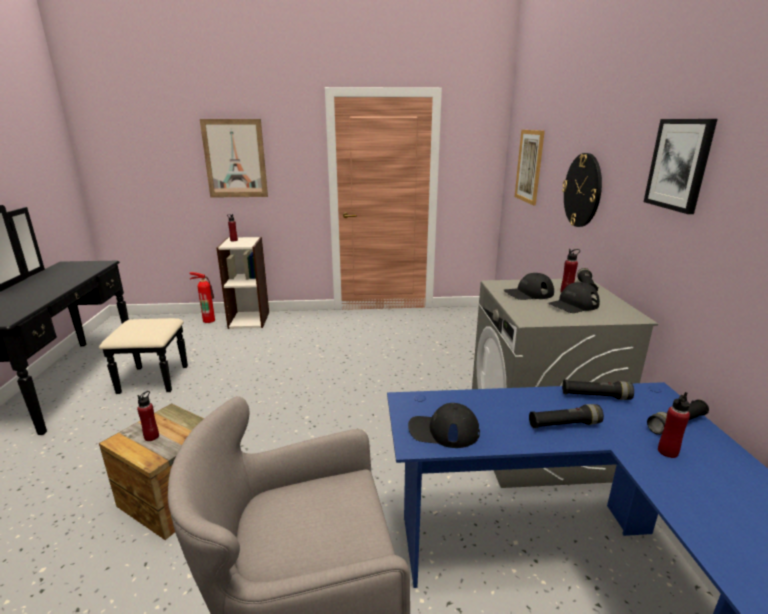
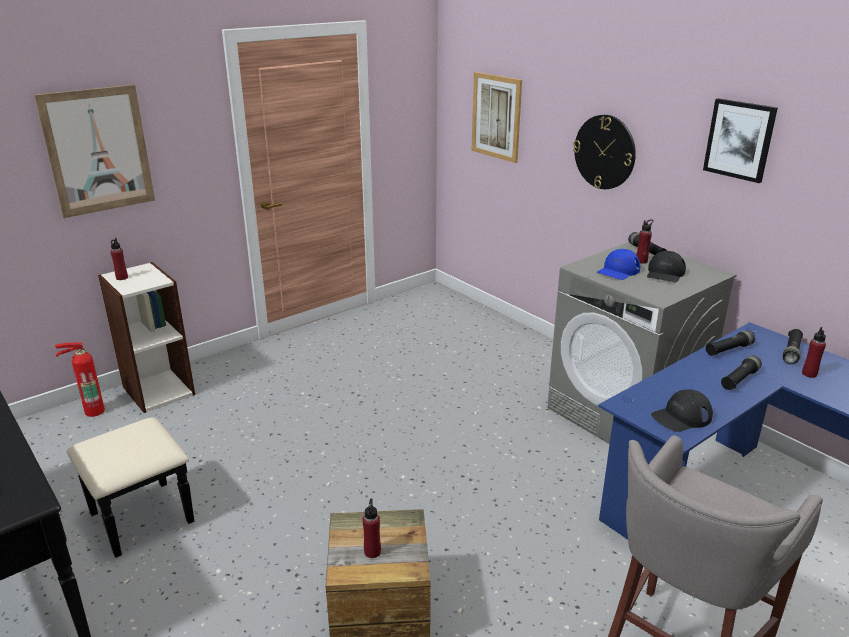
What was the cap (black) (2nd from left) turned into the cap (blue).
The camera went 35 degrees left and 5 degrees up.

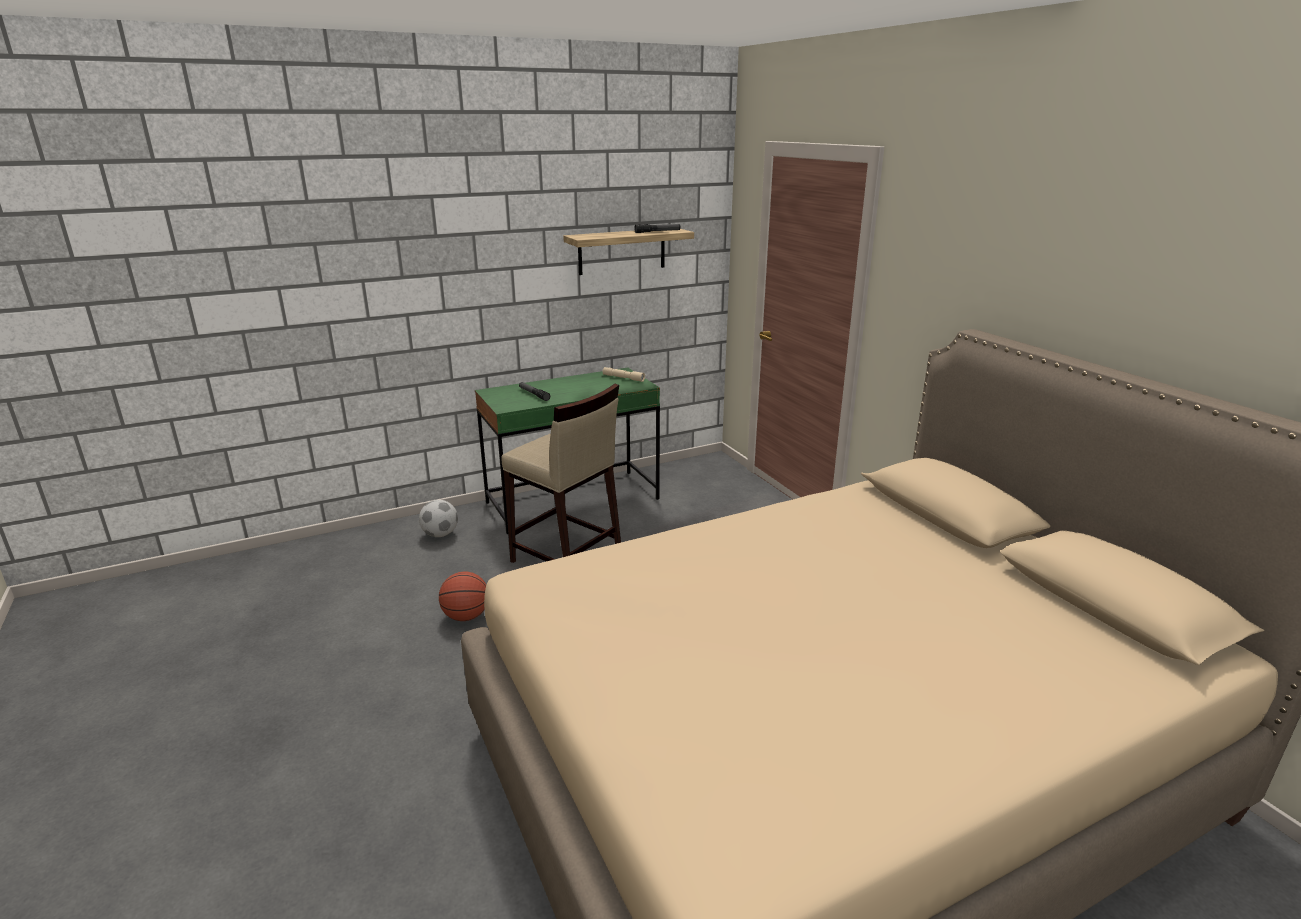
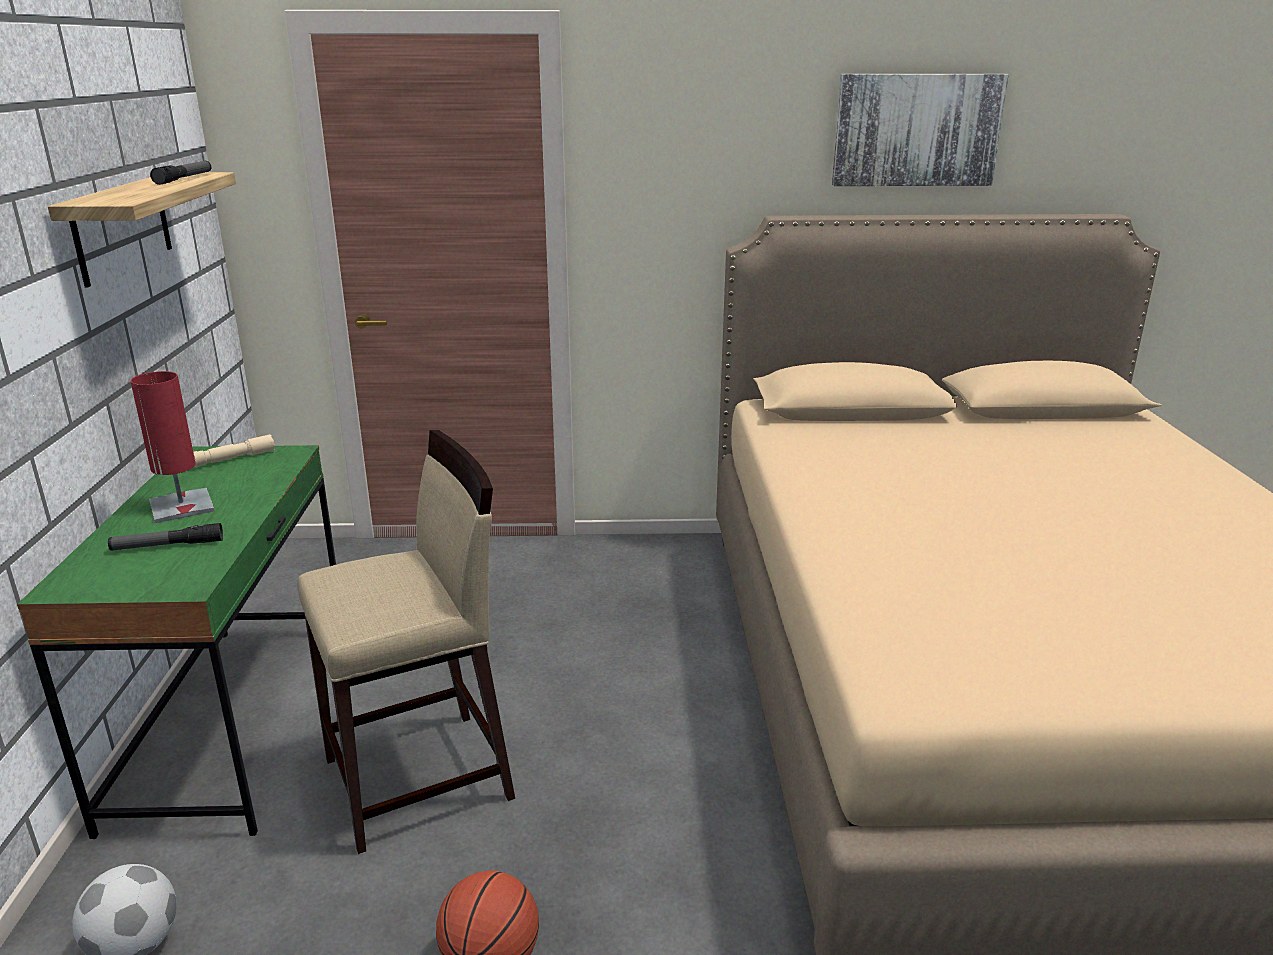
The second view gained the table lamp (red).
The second view gained the picture.
The camera went 65 degrees left and 0 degrees up.

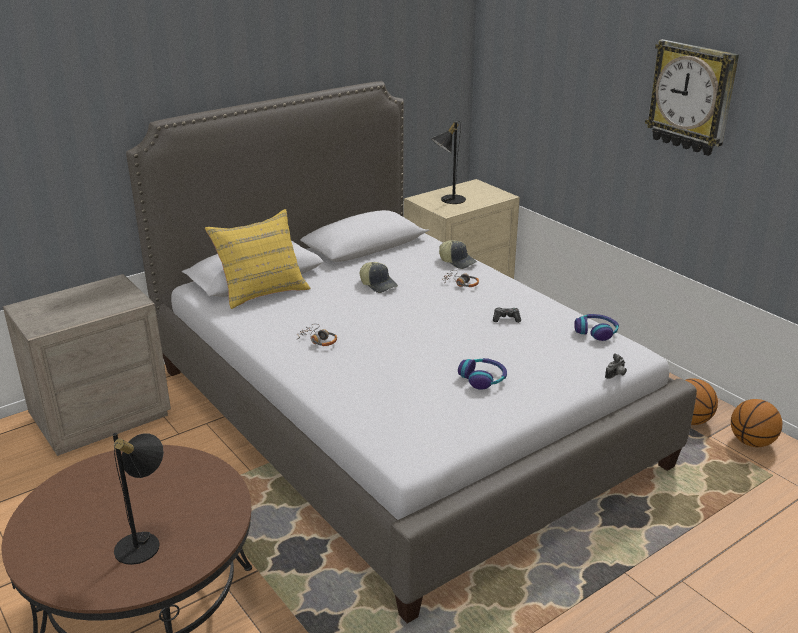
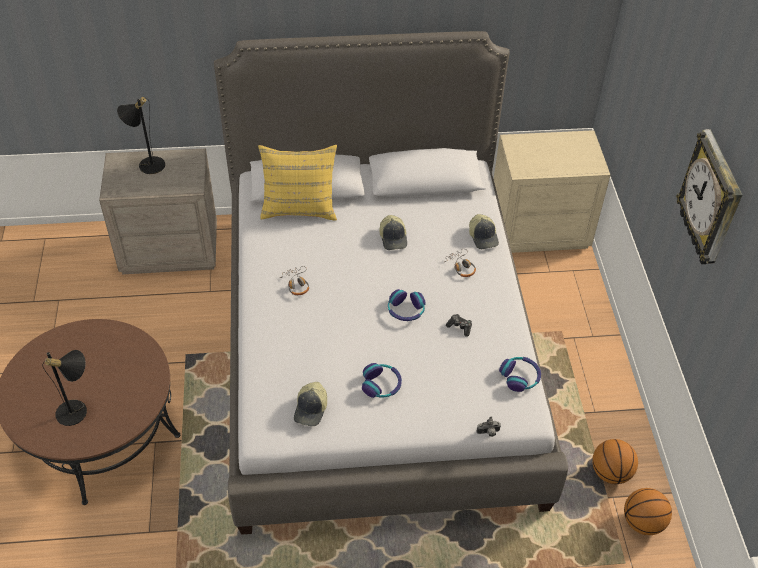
The table lamp (black) (2nd from left) ended up elsewhere.
The second view gained the cap (1st from left).
The second view gained the headphones (3rd from left).
The camera went 30 degrees right and 20 degrees up.

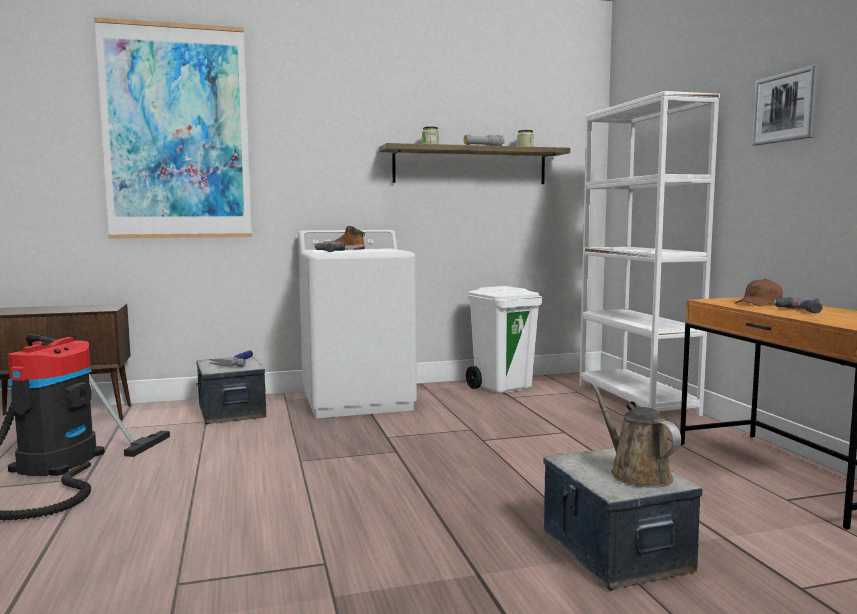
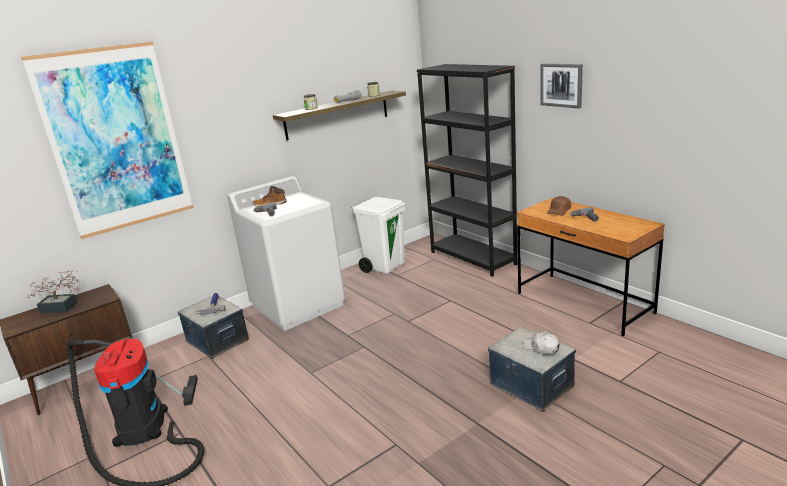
What was the bookcase (white) turned into the bookcase (black).
Where the watering can (brown) stood, the cap (white) came to stand.
The second view gained the potted plant.
The camera went 20 degrees left and 15 degrees up.

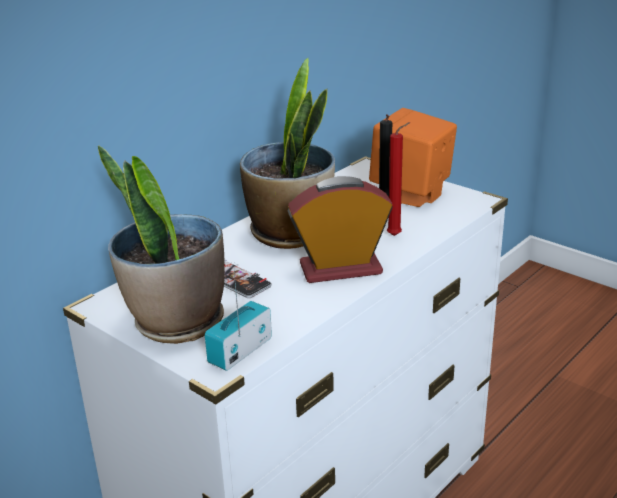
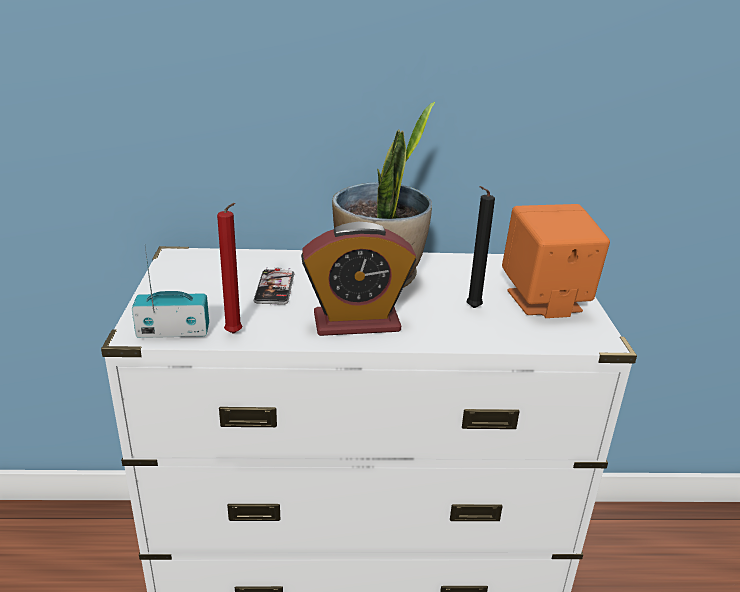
The second view lost the potted plant (1st from left).
The alarm clock ended up facing another way, 135 degrees clockwise from before.
The candle (red) ended up elsewhere.
The camera went 45 degrees right and 0 degrees up.

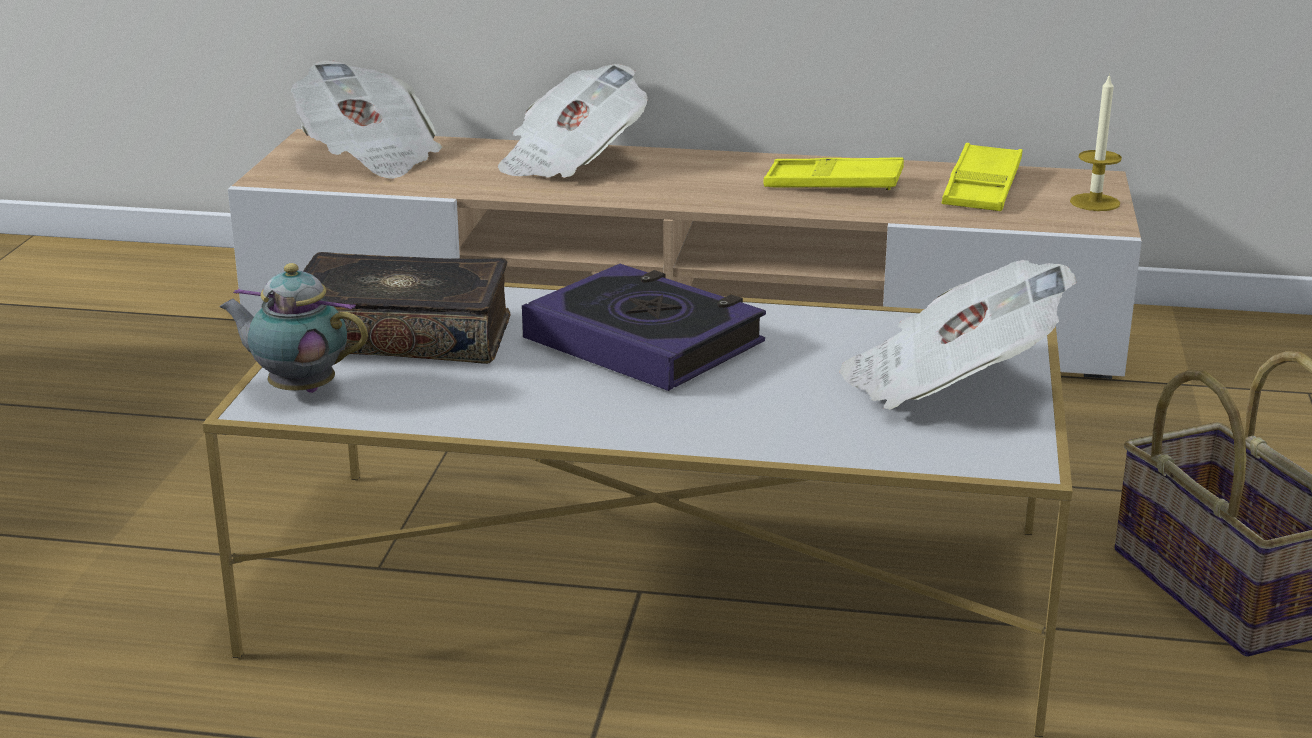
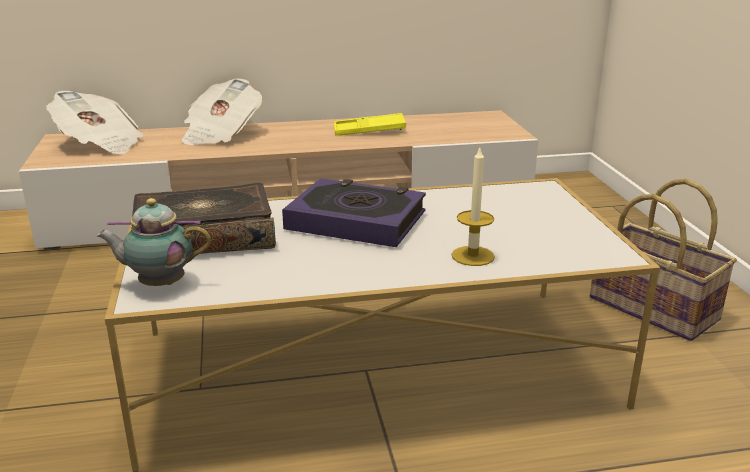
The second view lost the newspaper (3rd from left).
The second view lost the tray (yellow) (2nd from left).
The candle ended up elsewhere.
The camera went 20 degrees left and 0 degrees up.

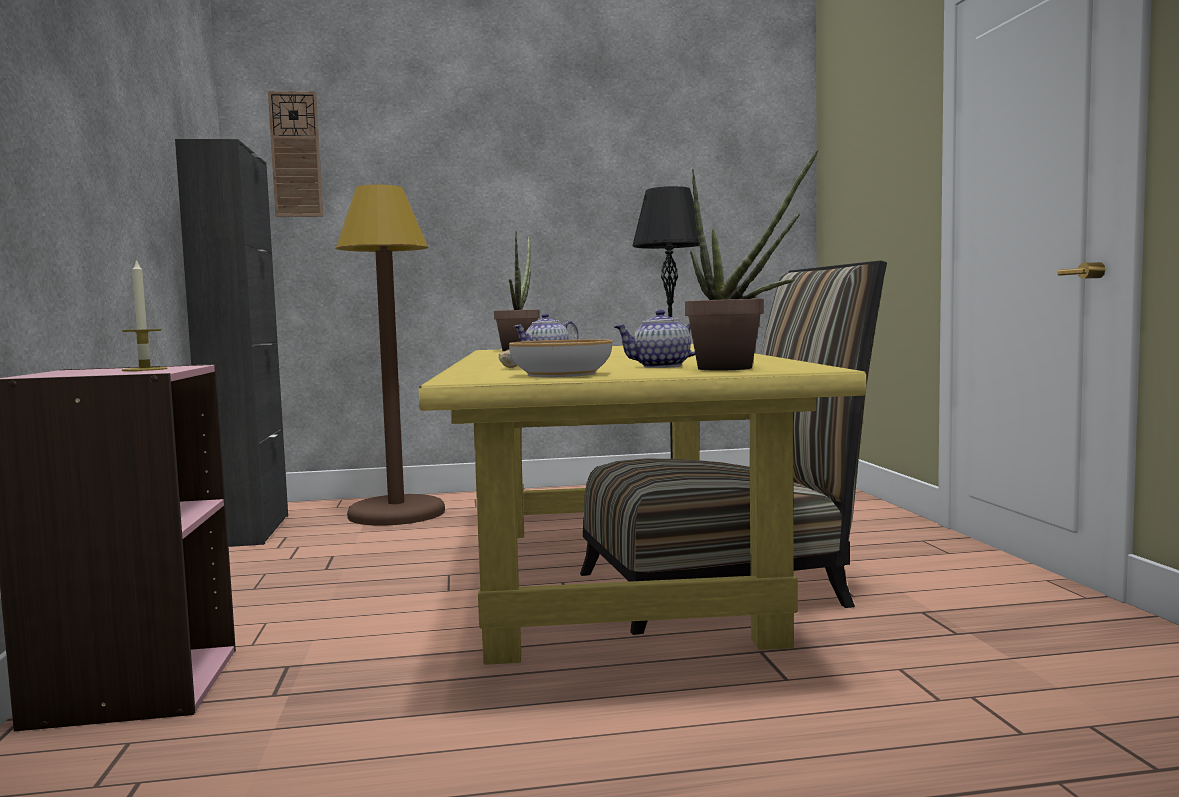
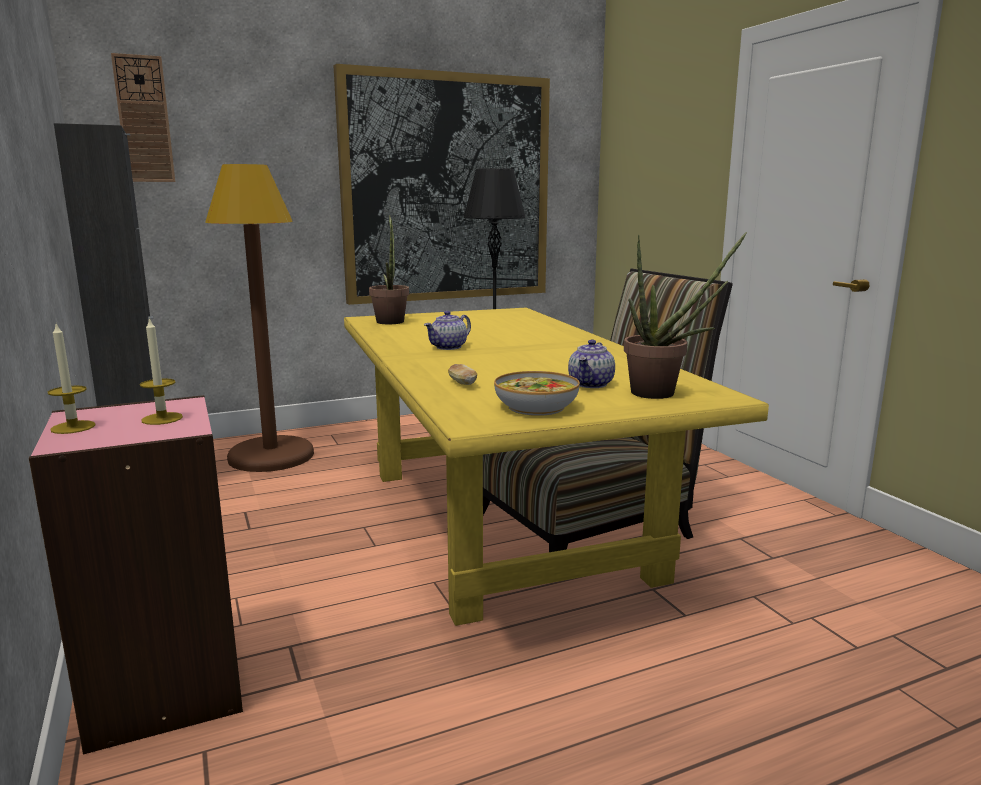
The teapot (2nd from left) ended up facing another way, 45 degrees counterclockwise from before.
The second view gained the candle (1st from left).
The second view gained the picture.
The camera went 15 degrees left and 10 degrees up.

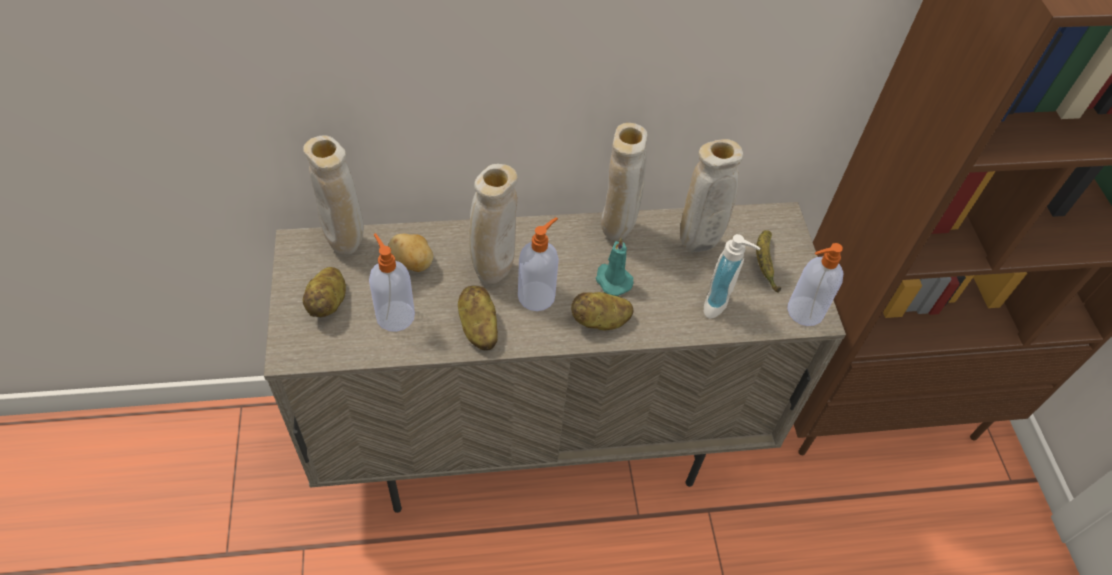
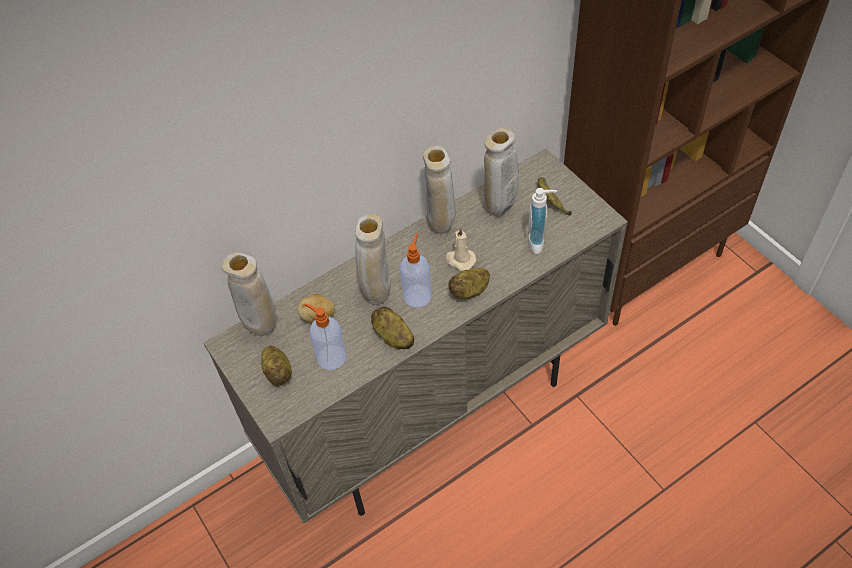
What was the candle (turquoise) turned into the candle (beige).
The second view lost the soap dispenser (4th from left).
The camera went 20 degrees left and 0 degrees up.

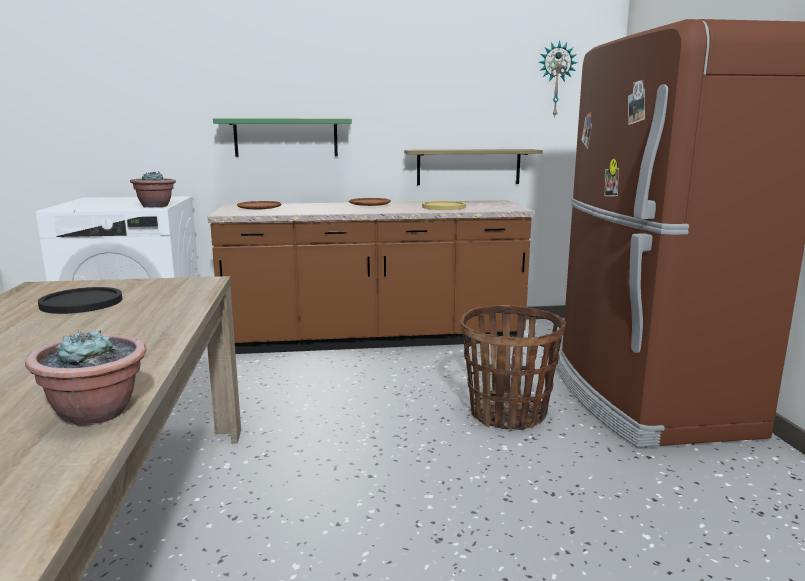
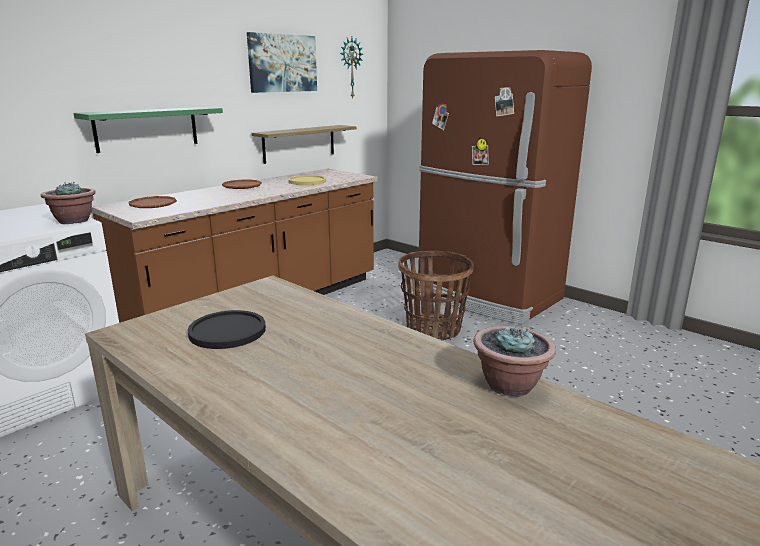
The second view gained the picture.
The camera went 40 degrees left and 5 degrees up.

